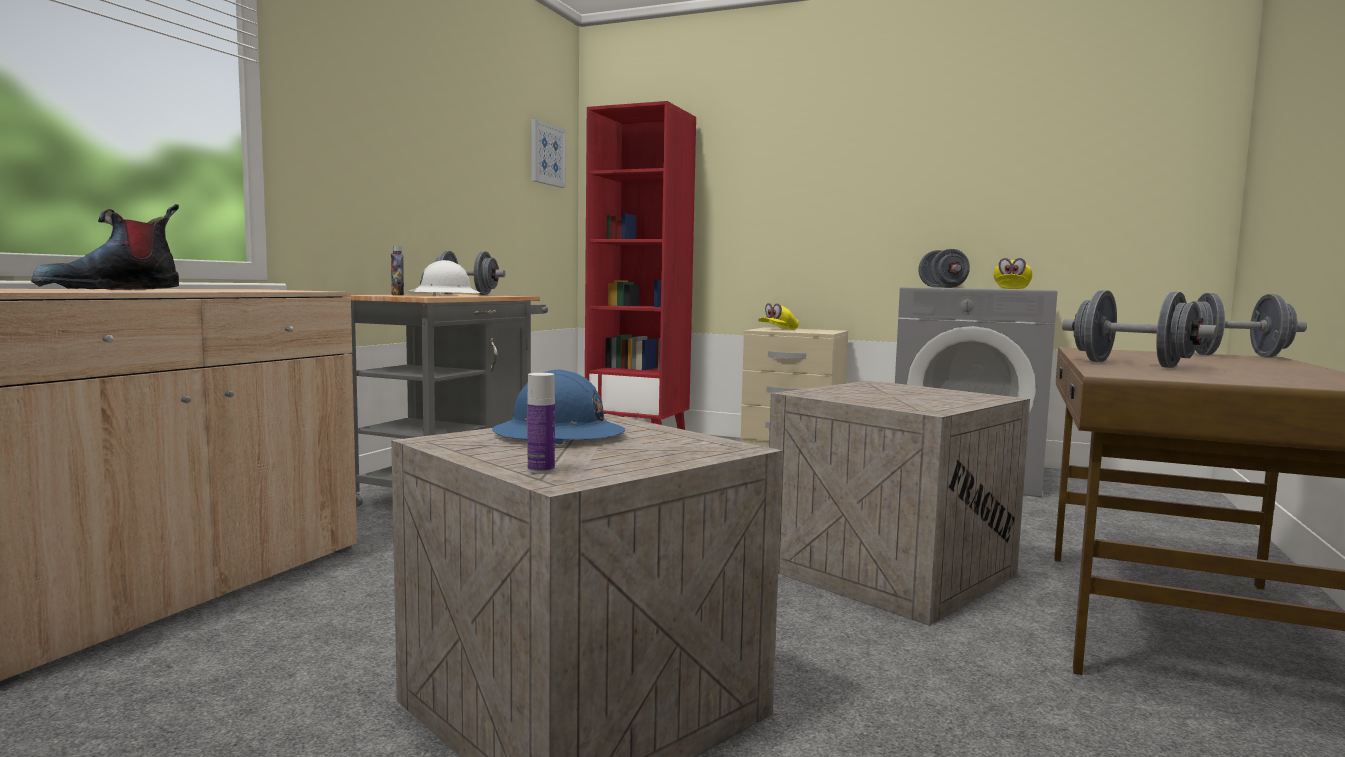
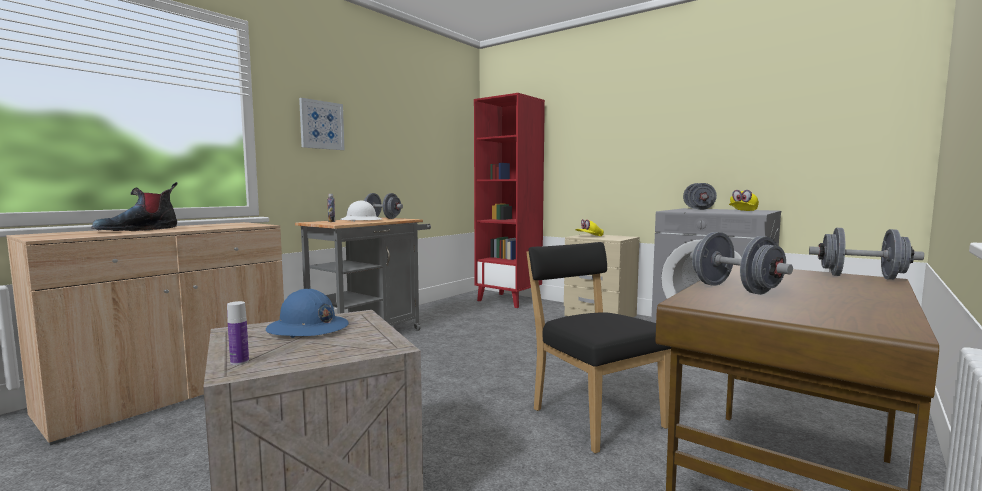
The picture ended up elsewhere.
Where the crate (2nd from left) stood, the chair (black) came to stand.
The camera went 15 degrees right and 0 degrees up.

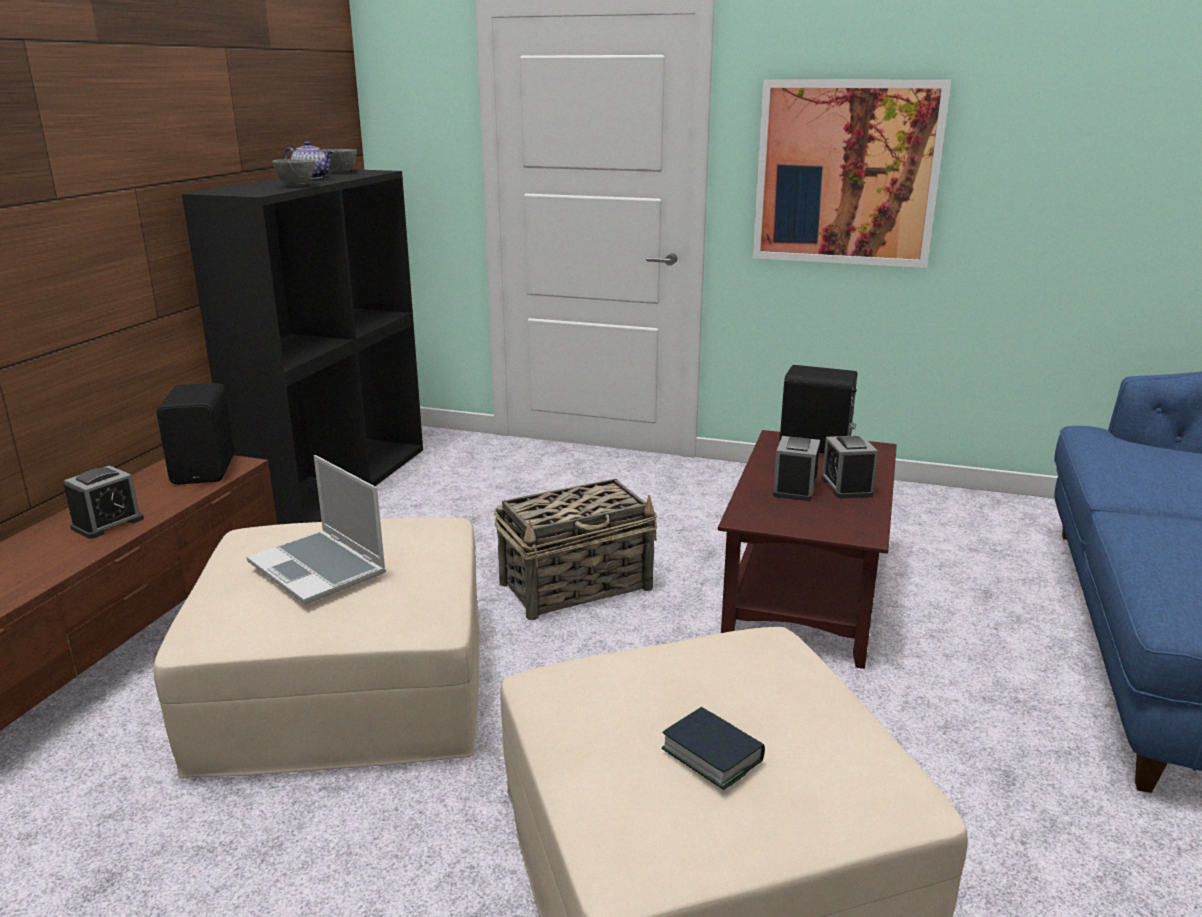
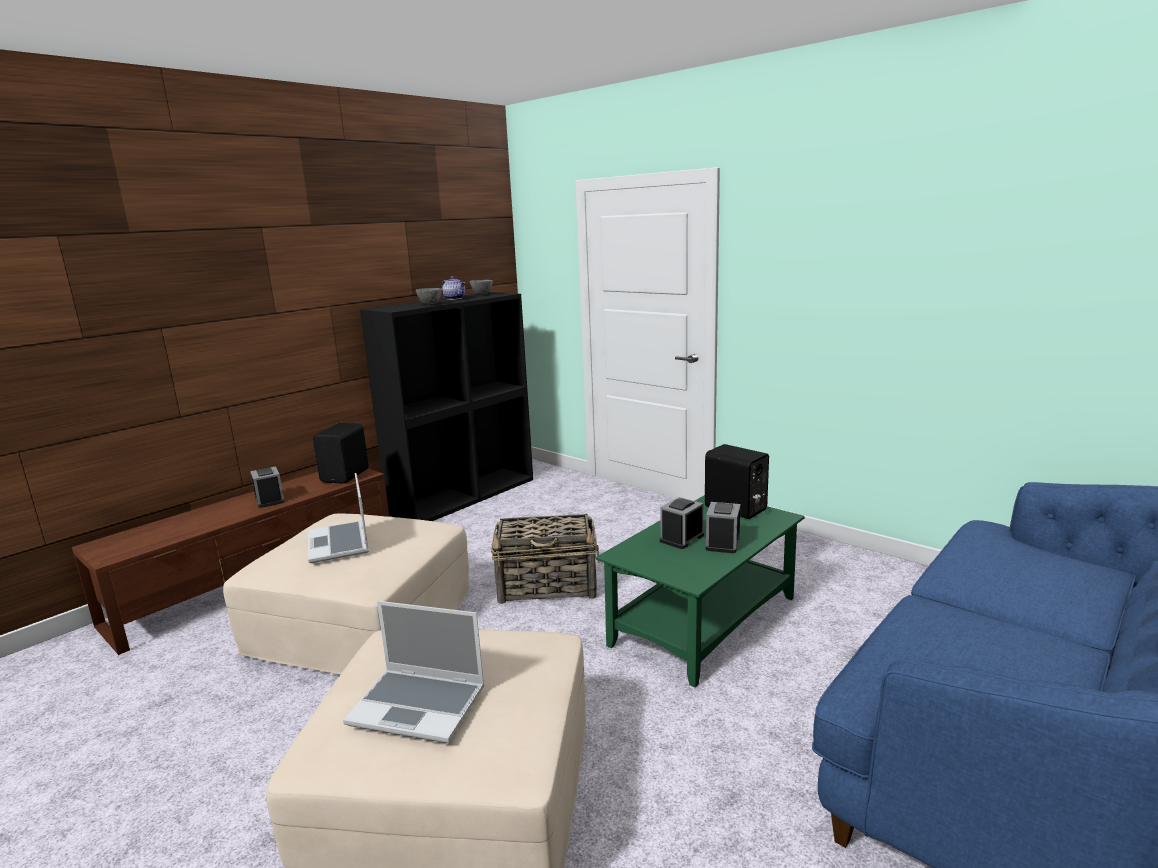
The alarm clock (1st from left) ended up facing another way, 90 degrees counterclockwise from before.
Where the book stood, the laptop (2nd from left) came to stand.
What was the coffee table (brown) turned into the coffee table (green).
The second view lost the picture.
The camera went 25 degrees right and 5 degrees down.

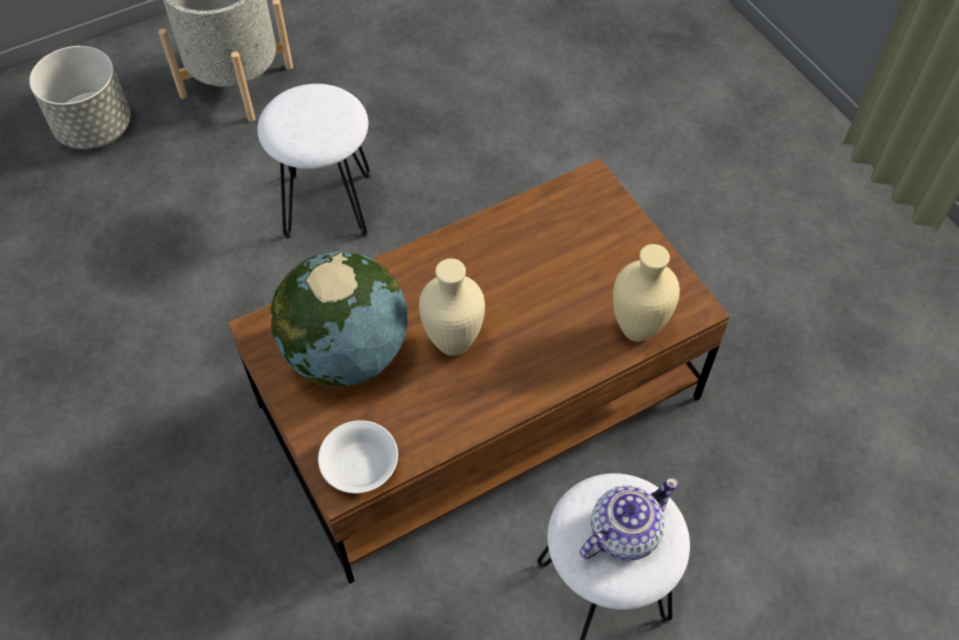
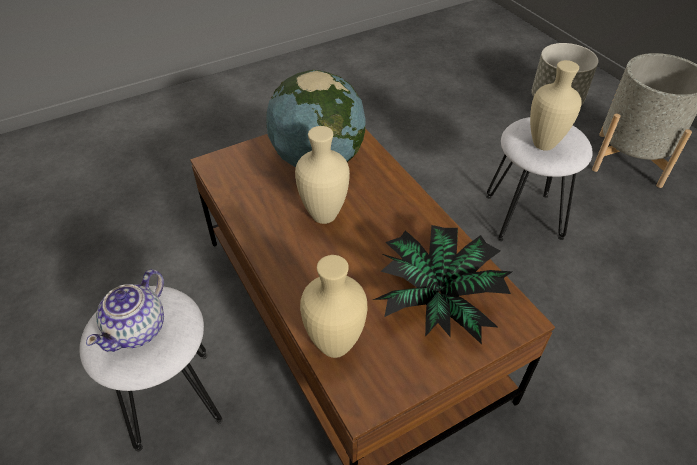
The second view lost the bowl (white).
The teapot ended up facing another way, 60 degrees clockwise from before.
The second view gained the potted plant.
The second view gained the vase (beige) (3rd from left).
The camera went 90 degrees right and 10 degrees down.

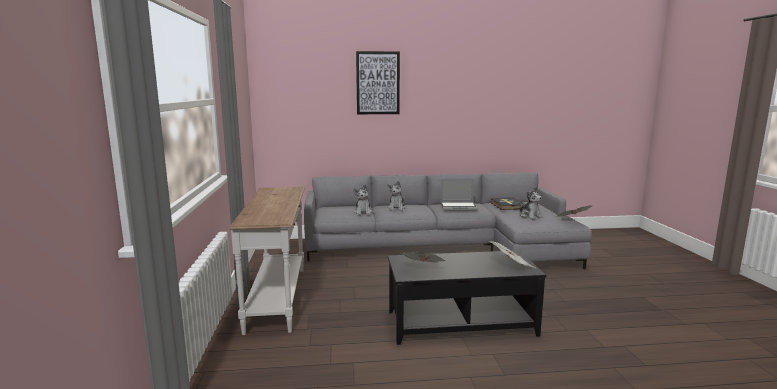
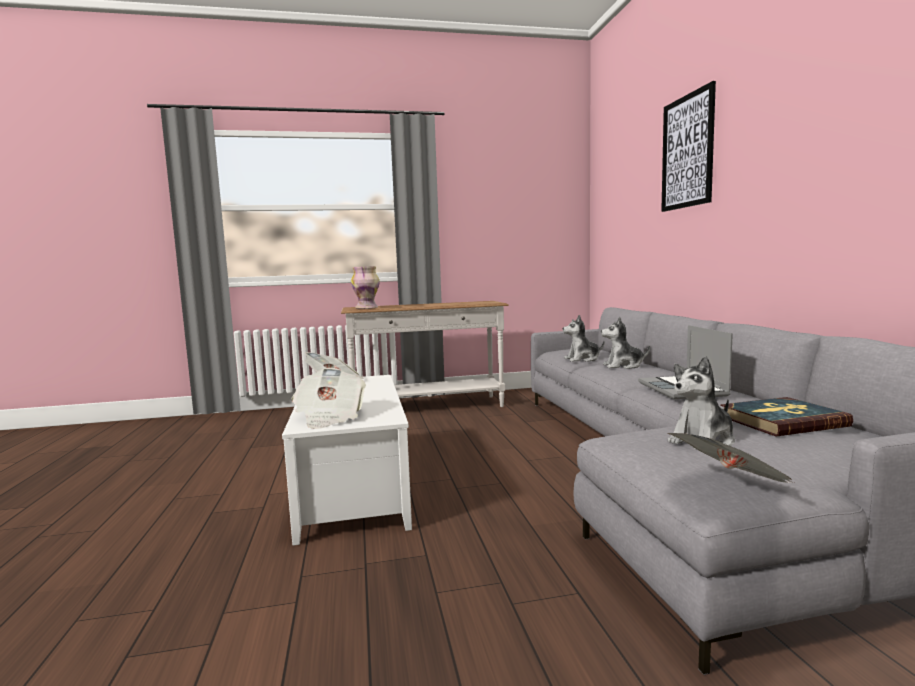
What was the coffee table (black) turned into the coffee table (white).
The second view gained the vase.
The camera went 85 degrees right and 5 degrees down.

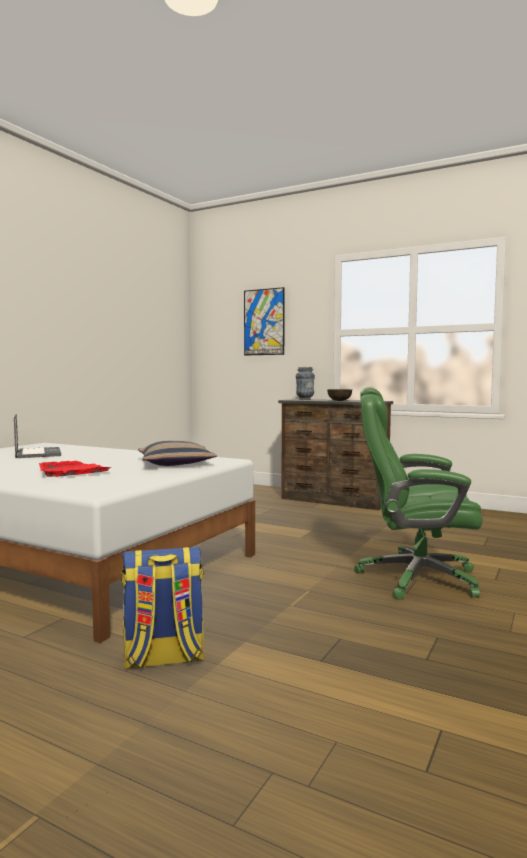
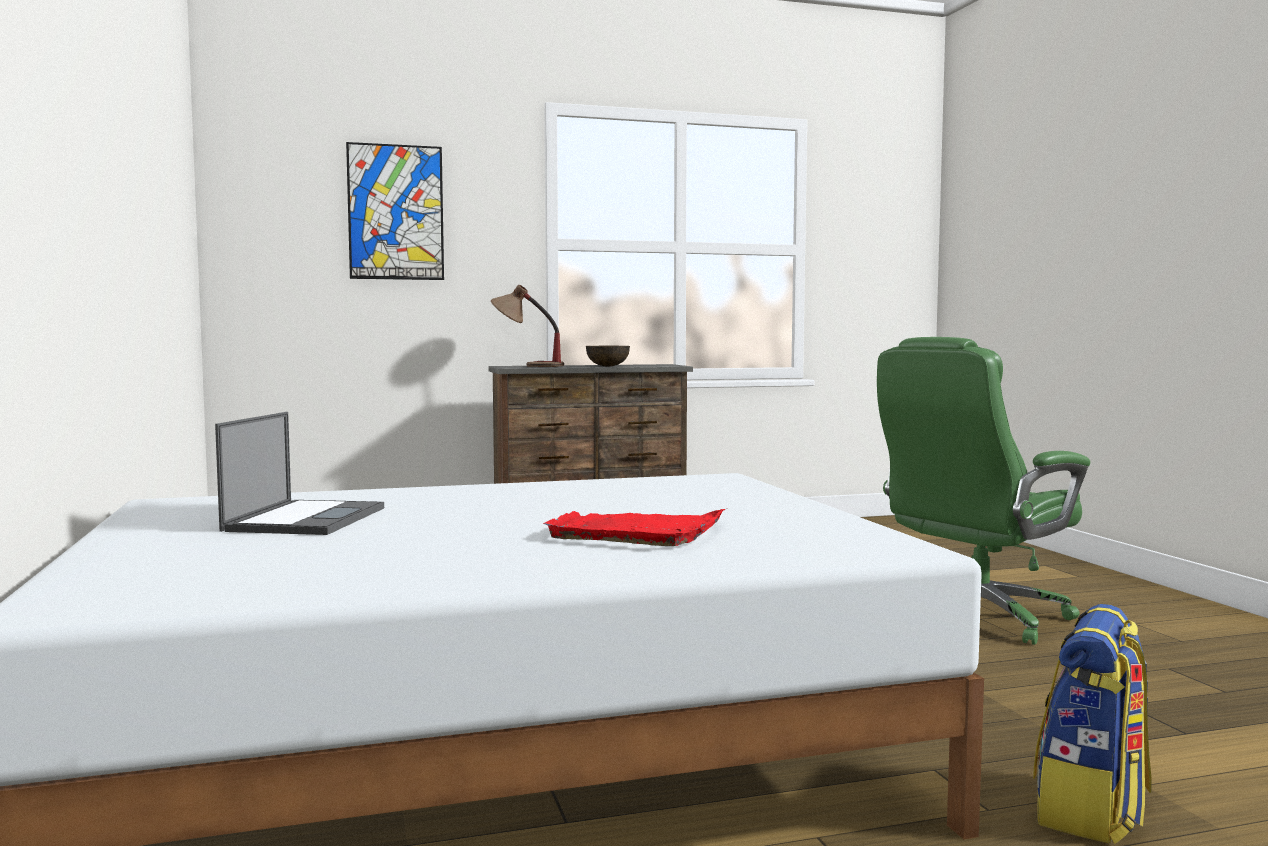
The laptop ended up facing another way, 75 degrees clockwise from before.
The second view lost the pillow.
Where the vase stood, the table lamp came to stand.
The camera went 45 degrees left and 0 degrees up.

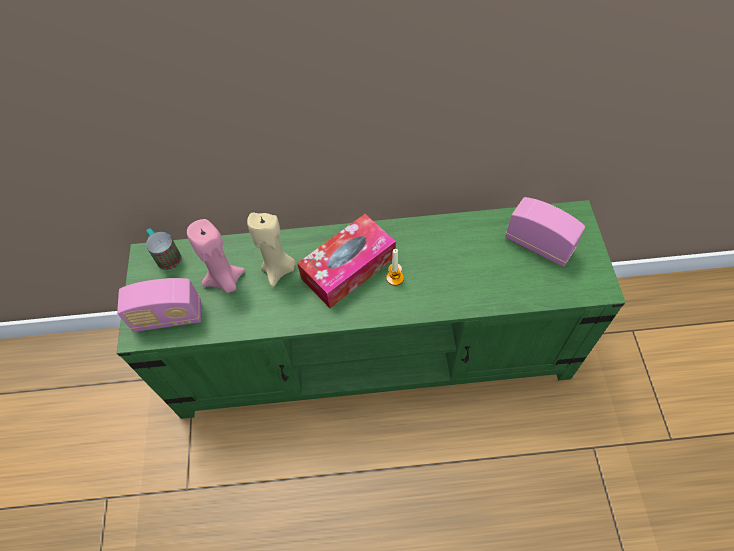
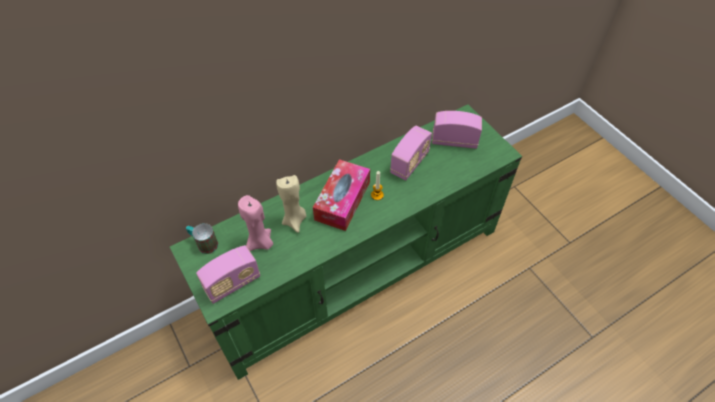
The second view gained the radio (2nd from left).
The camera went 30 degrees left and 5 degrees down.

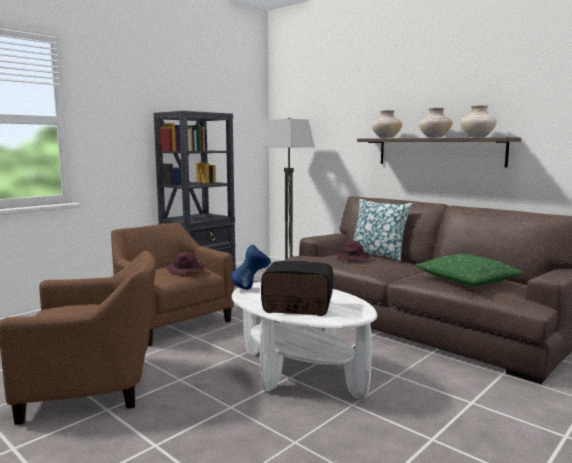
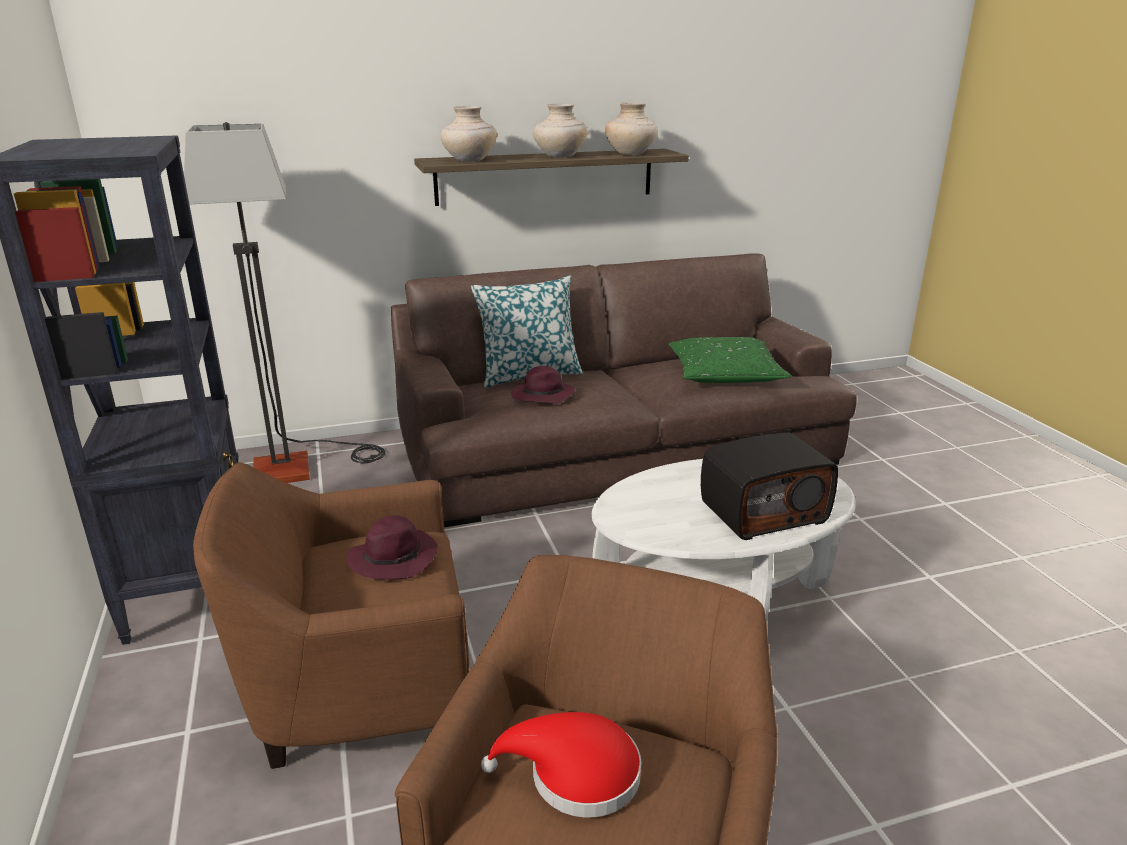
The second view lost the vase (blue).
The radio ended up facing another way, 150 degrees counterclockwise from before.
The second view gained the hat (red).
The camera went 60 degrees left and 15 degrees up.

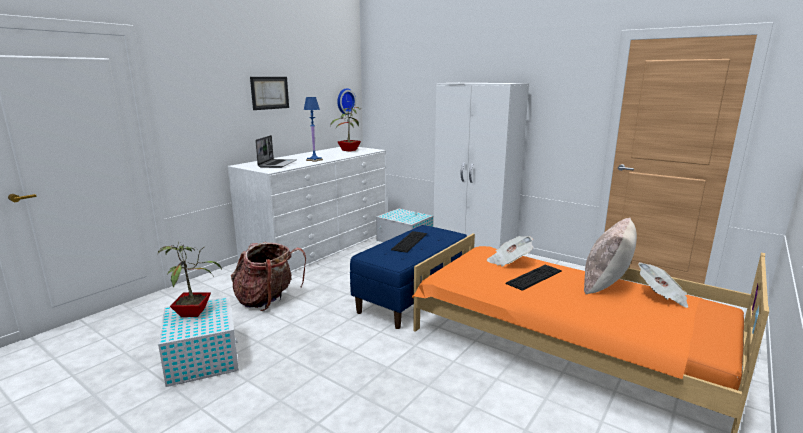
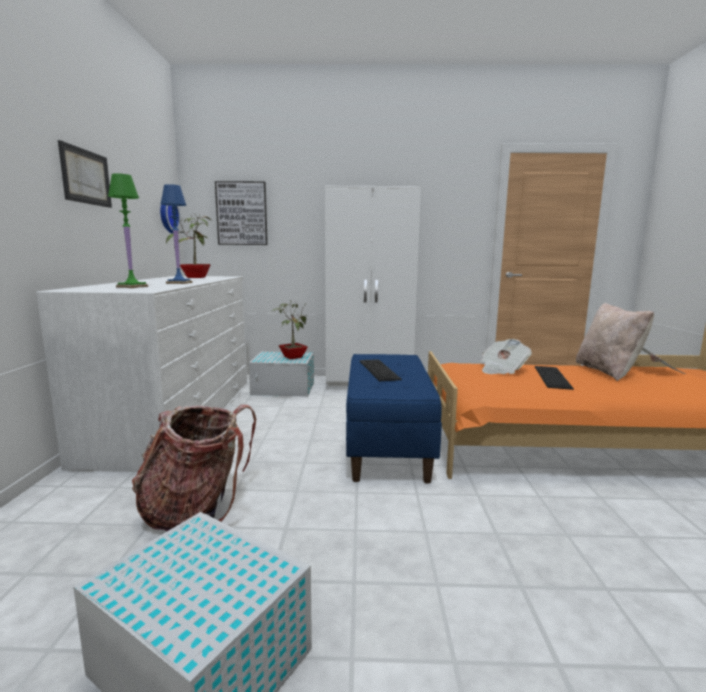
The potted plant (1st from left in the first image) ended up elsewhere.
Where the laptop stood, the table lamp (green) came to stand.
The second view gained the picture (2nd from left).
The camera went 35 degrees left and 5 degrees down.

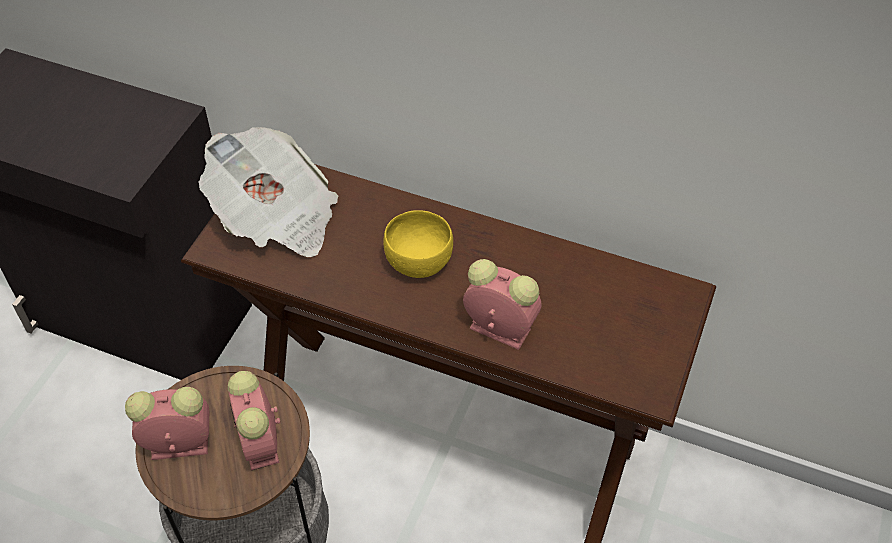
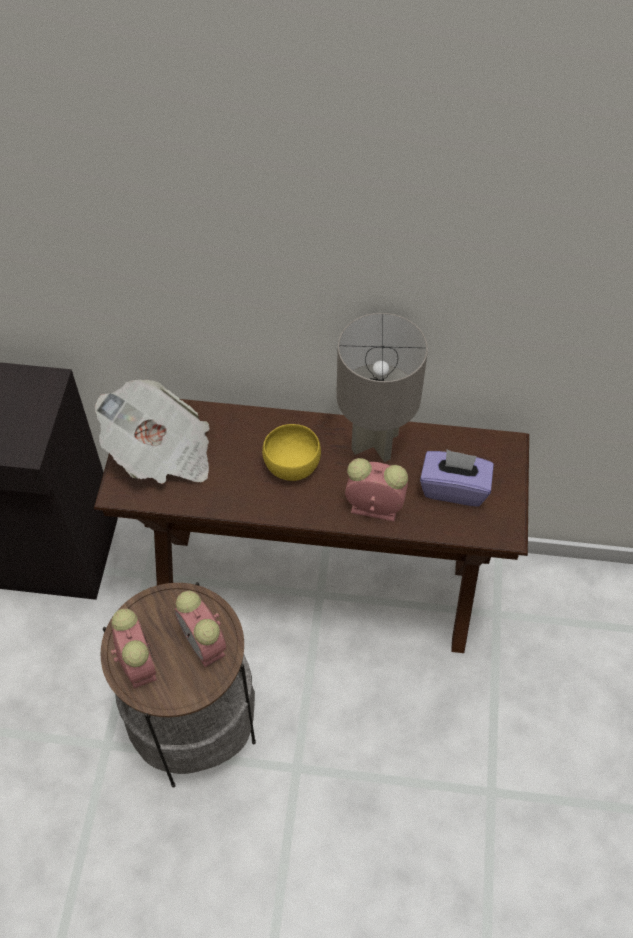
The alarm clock (1st from left) ended up facing another way, 90 degrees clockwise from before.
The second view gained the table lamp (grey).
The second view gained the tissue box (purple).
The camera went 15 degrees left and 5 degrees up.

